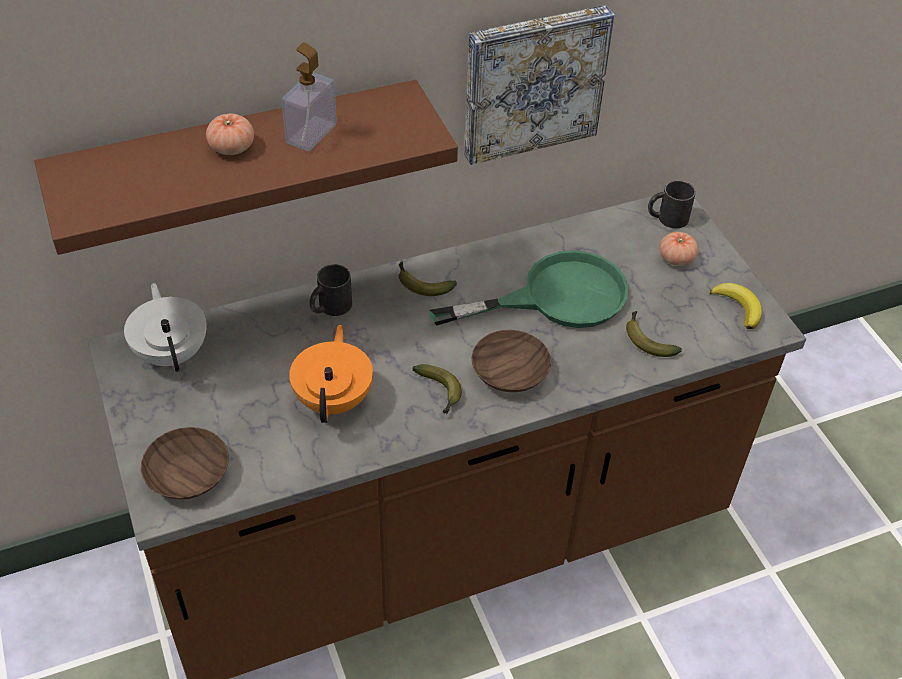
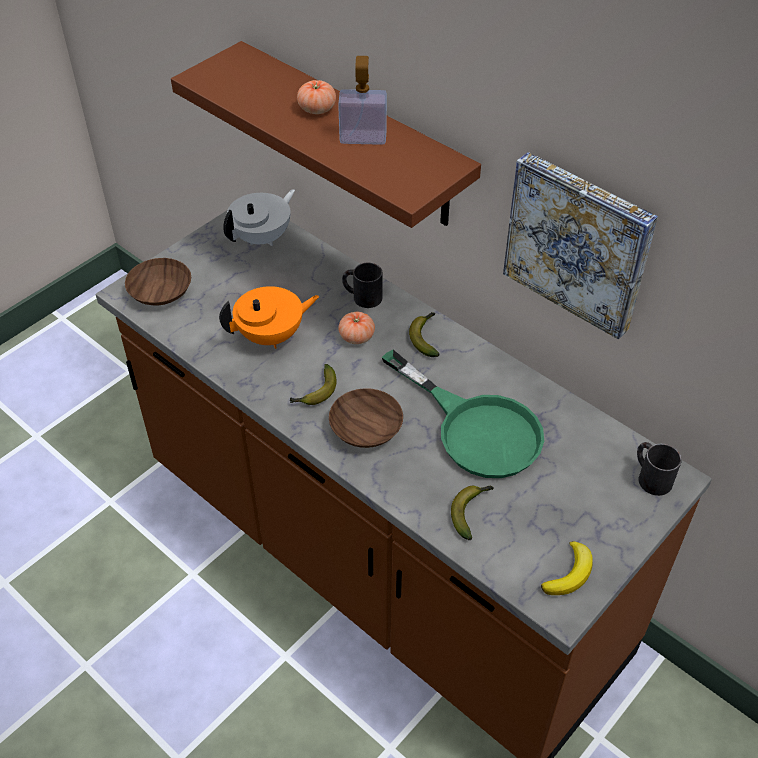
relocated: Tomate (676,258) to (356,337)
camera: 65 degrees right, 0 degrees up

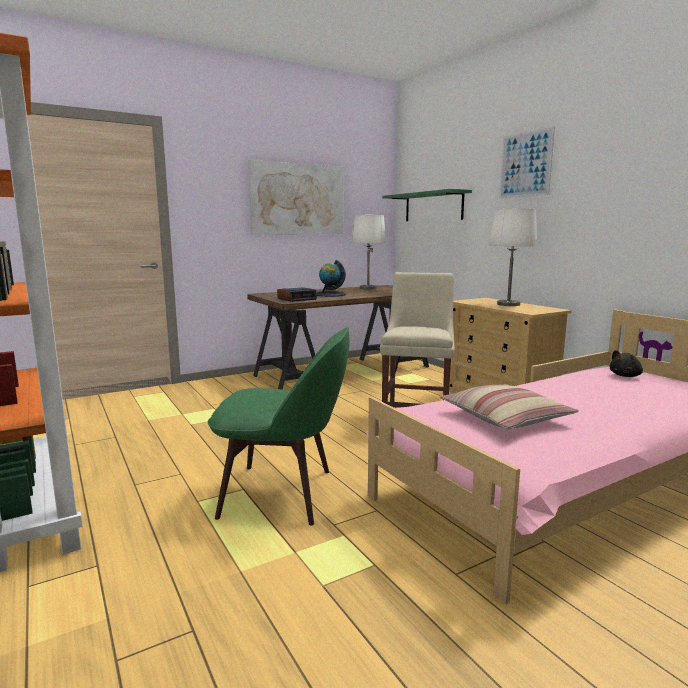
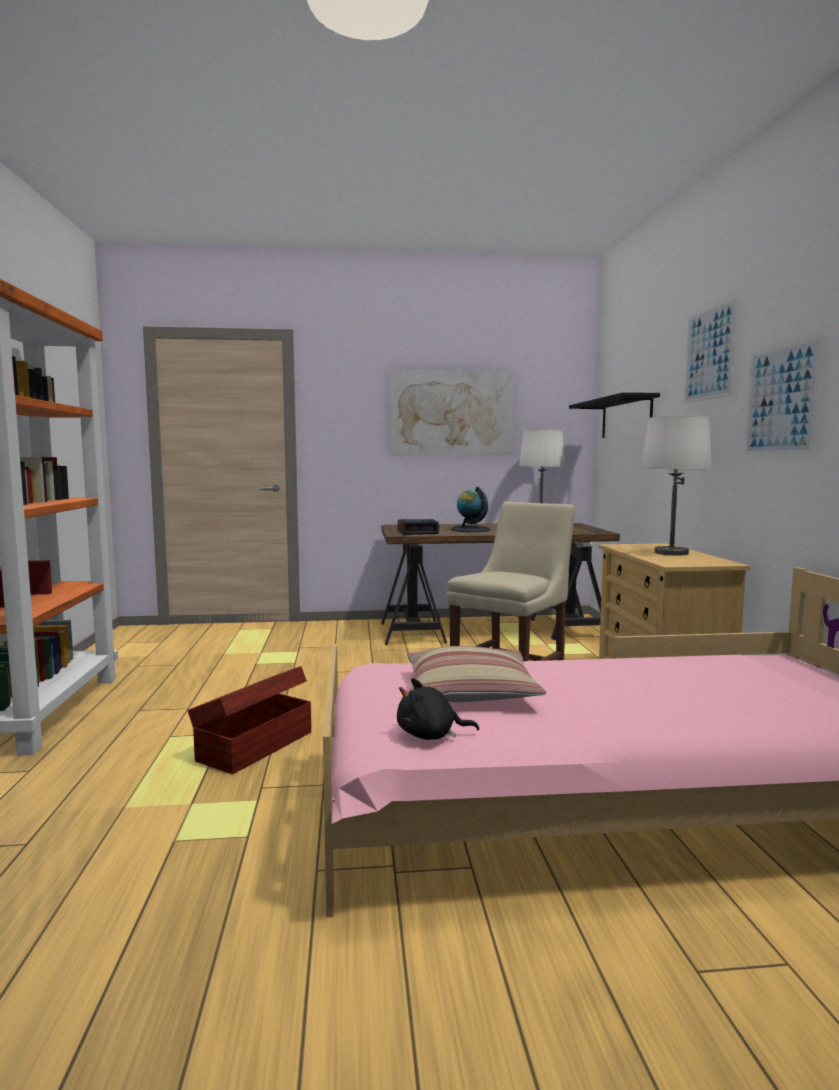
appeared: Bild (780,400)
relocated: Plüschtier [schwarz] (626,376) to (430,735)
exchanged: Stuhl [grün] (283,493) to Aufbewahrungsbox [braun] (253,746)
colour: Wandregal [grün] (433,207) to Wandregal [schwarz] (626,418)
camera: 25 degrees right, 5 degrees down

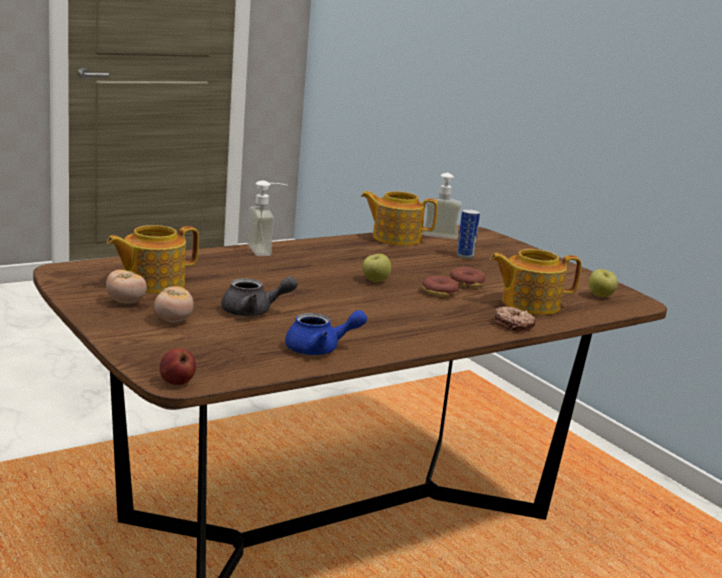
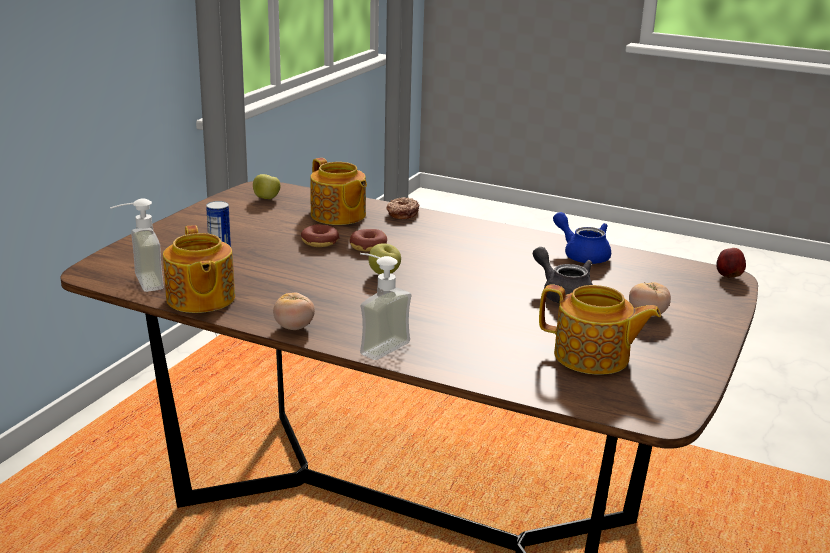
relocated: Tomate (126,302) to (294,327)
camera: 120 degrees left, 5 degrees up

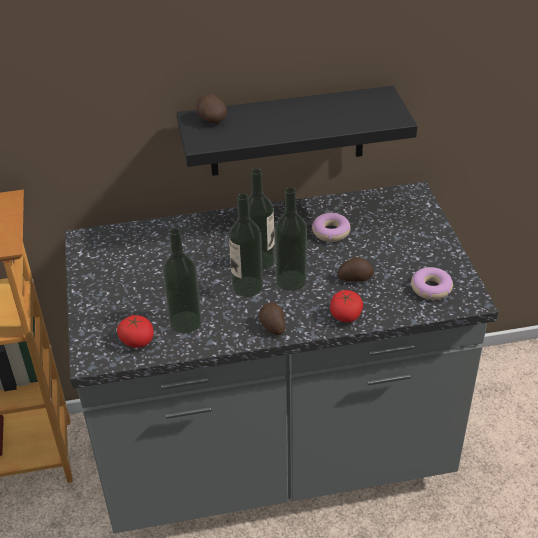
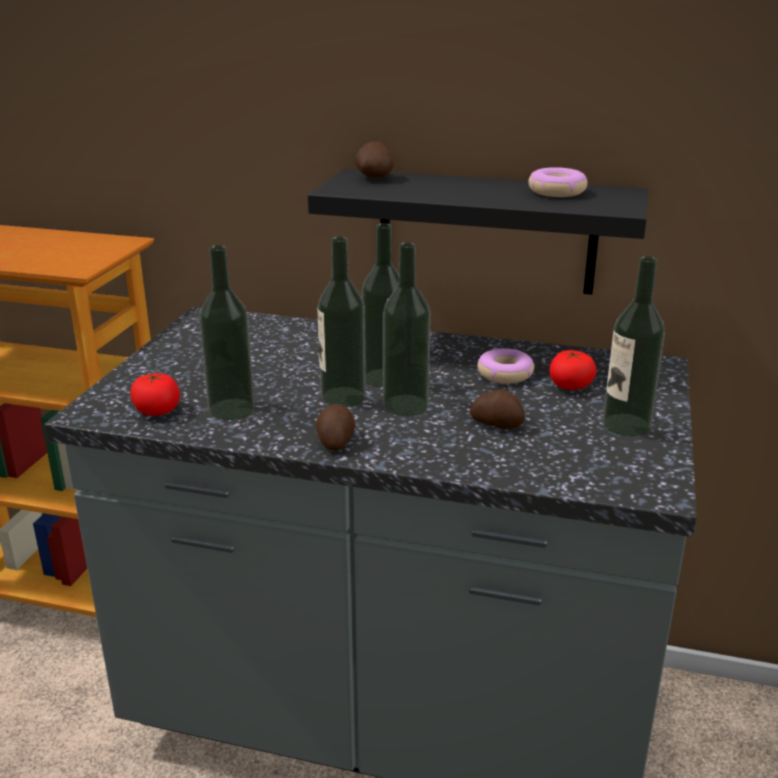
appeared: Flasche (626,425)
relocated: Tomate (345,315) to (570,385); Donut (431,288) to (556,191)
camera: 25 degrees right, 15 degrees down

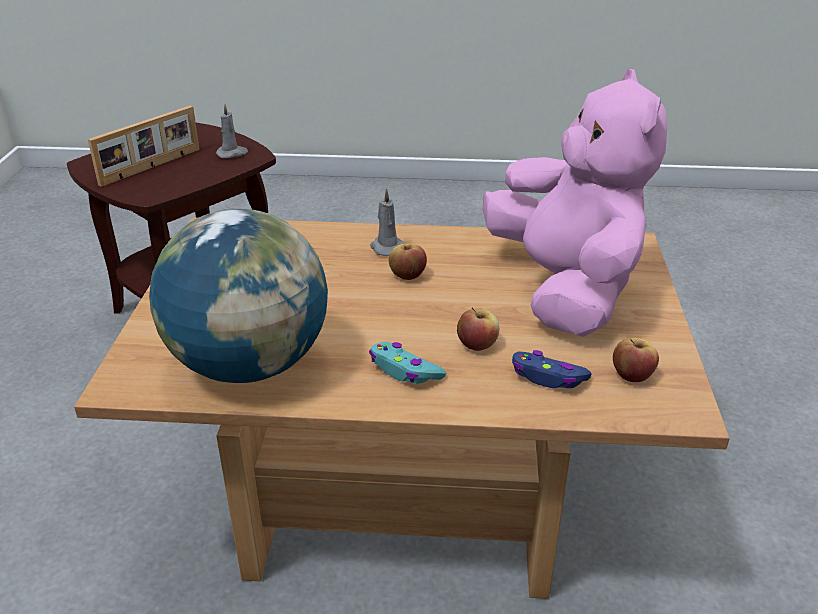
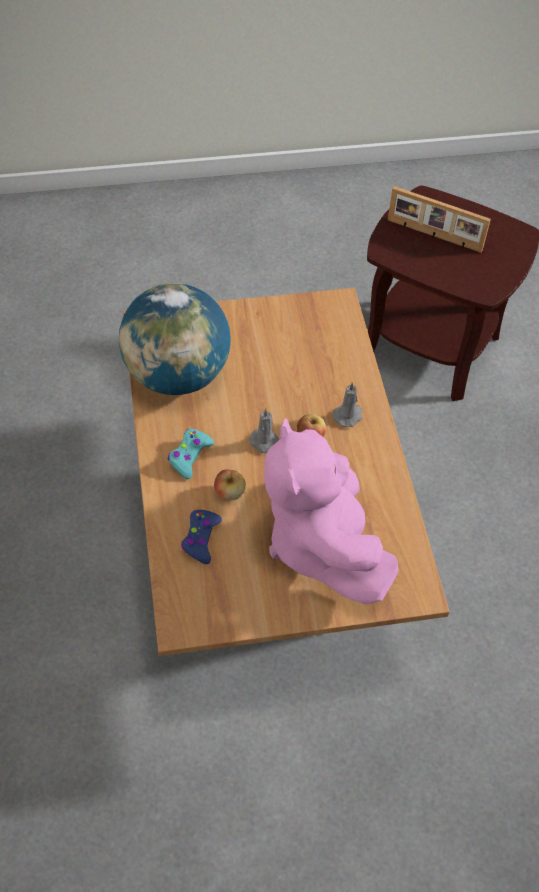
missing: Apfel (631,375)
relocated: Kerze [grau] (232,153) to (265,443)
spun: Plüschtier [rosa] (565,289) = (322,543) 105 degrees clockwise
camera: 75 degrees right, 20 degrees up

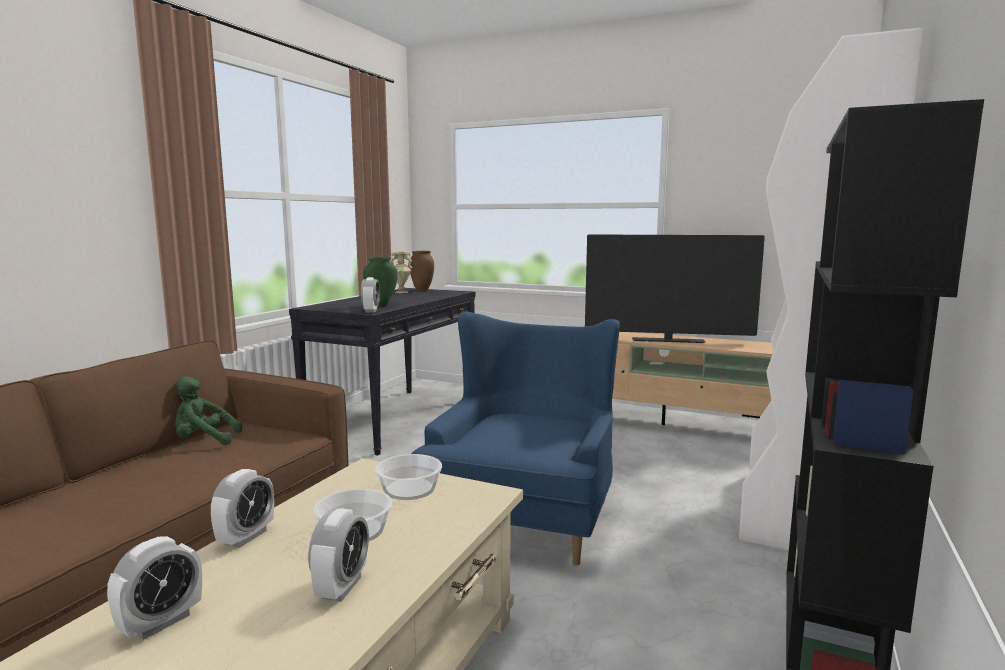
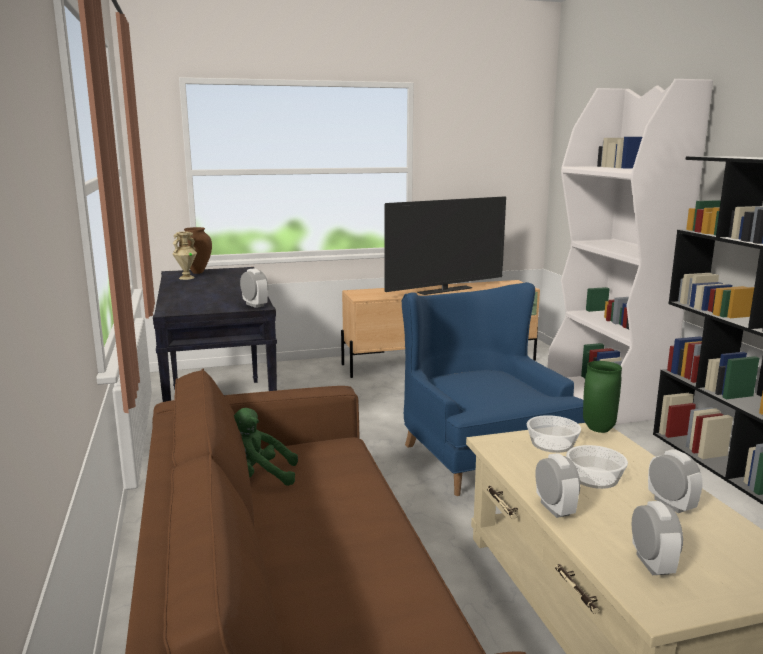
relocated: Vase [grün] (381,305) to (599,429)
spun: Plüschtier [grün] (204,441) = (261,477) 45 degrees clockwise
camera: 40 degrees left, 5 degrees up

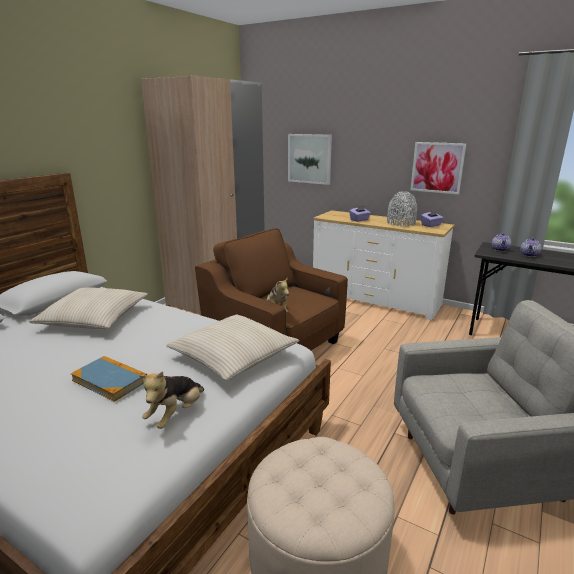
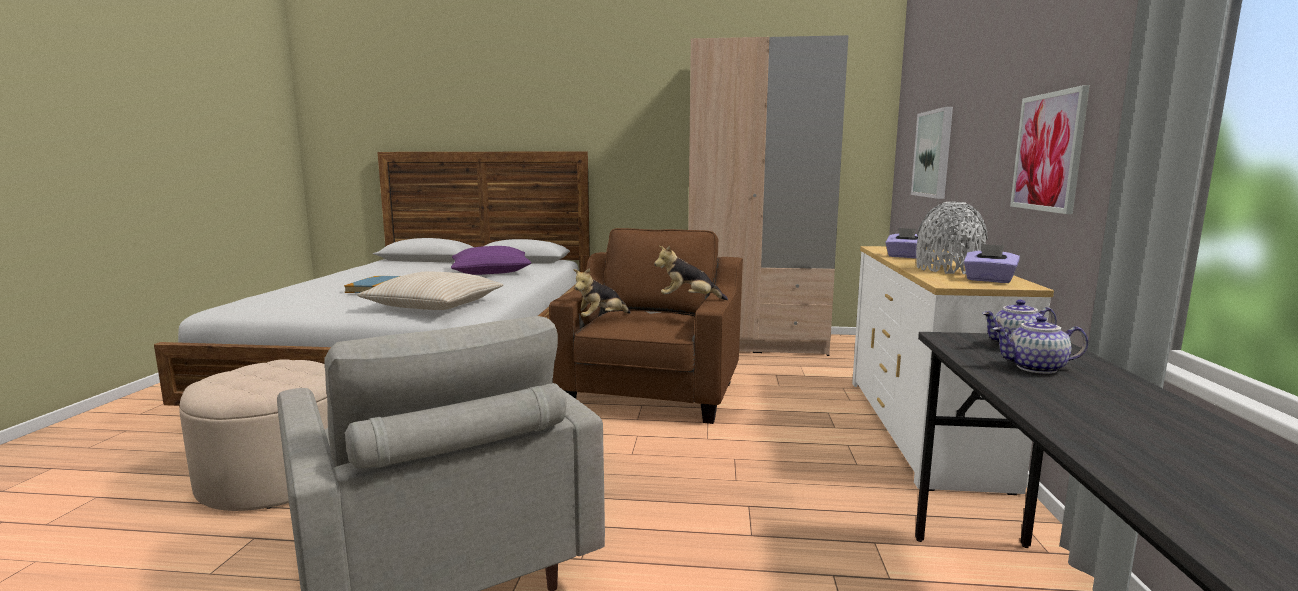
relocated: Plüschtier (176,414) to (688,300)
colour: Kissen [beige] (94,318) to Kissen [lila] (491,271)
camera: 65 degrees right, 10 degrees down

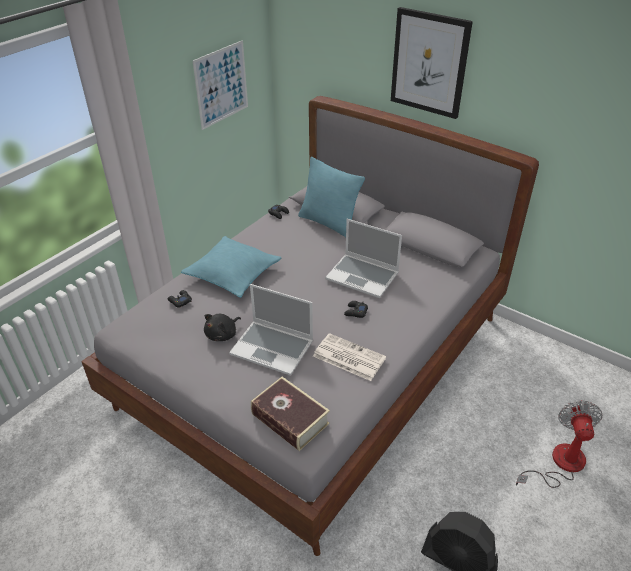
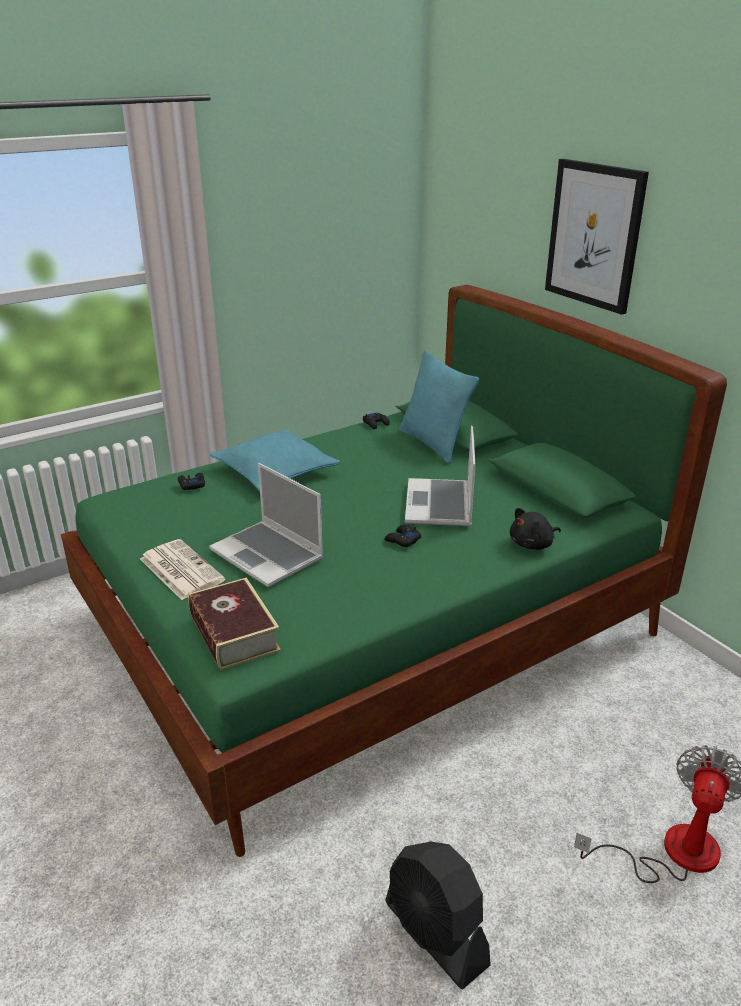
missing: Bild (221,85)
relocated: Plüschtier [schwarz] (223,334) to (533,544); Zeitung (348,357) to (180,569)
colour: Bett [grau] (317,364) to Bett [grün] (371,629)
spun: Laptop (363,276) = (440,505) 45 degrees clockwise
camera: 20 degrees right, 10 degrees down

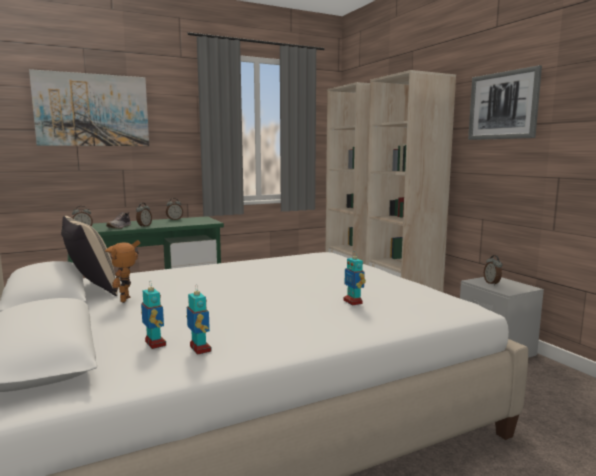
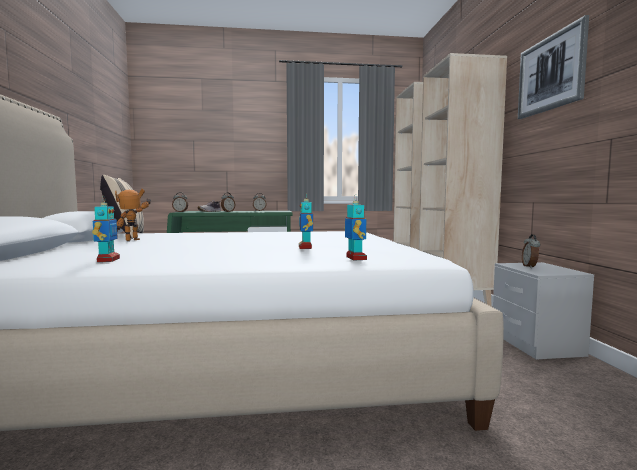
missing: Bild (92,110)
relocated: Spielzeugroboter (154,344) to (355,258)
camera: 20 degrees right, 5 degrees down

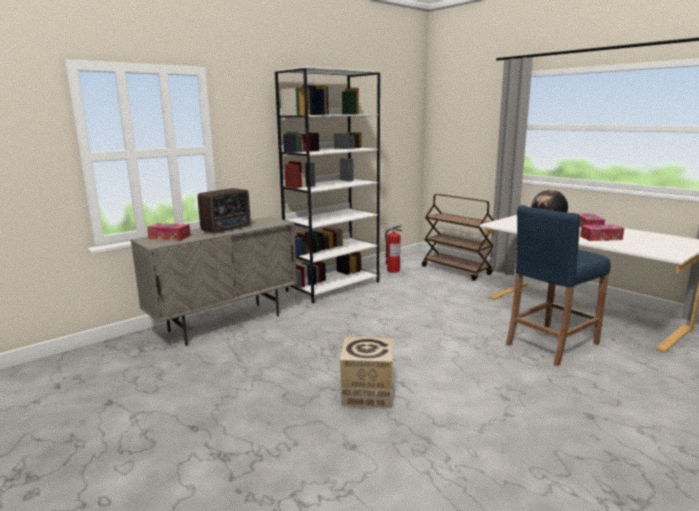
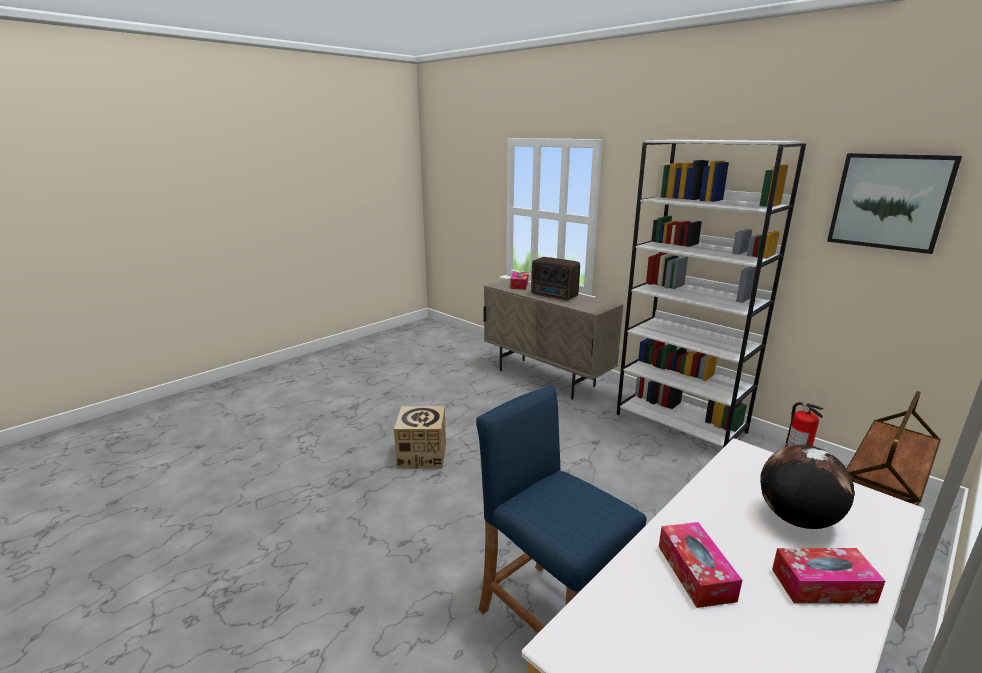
appeared: Bild (889,201)
camera: 85 degrees right, 5 degrees up

